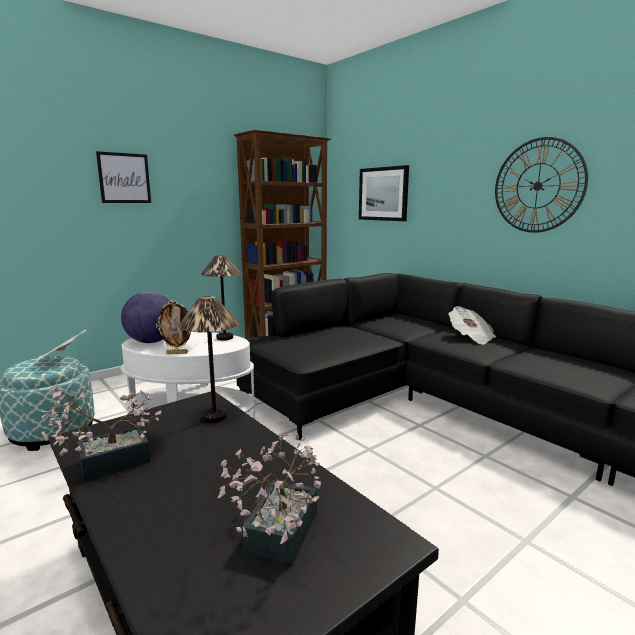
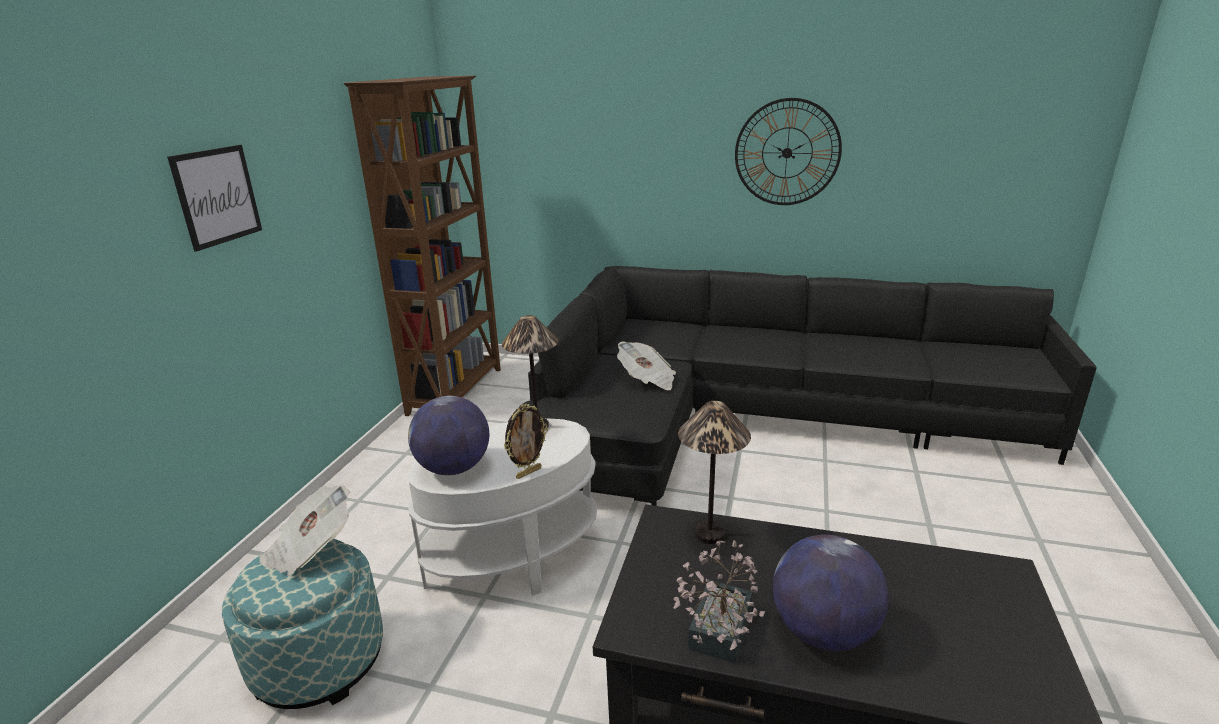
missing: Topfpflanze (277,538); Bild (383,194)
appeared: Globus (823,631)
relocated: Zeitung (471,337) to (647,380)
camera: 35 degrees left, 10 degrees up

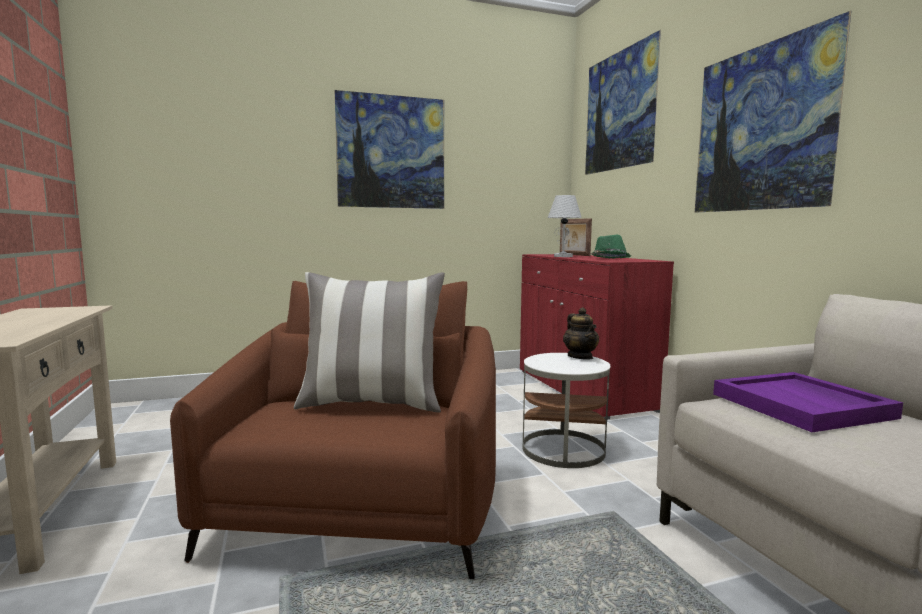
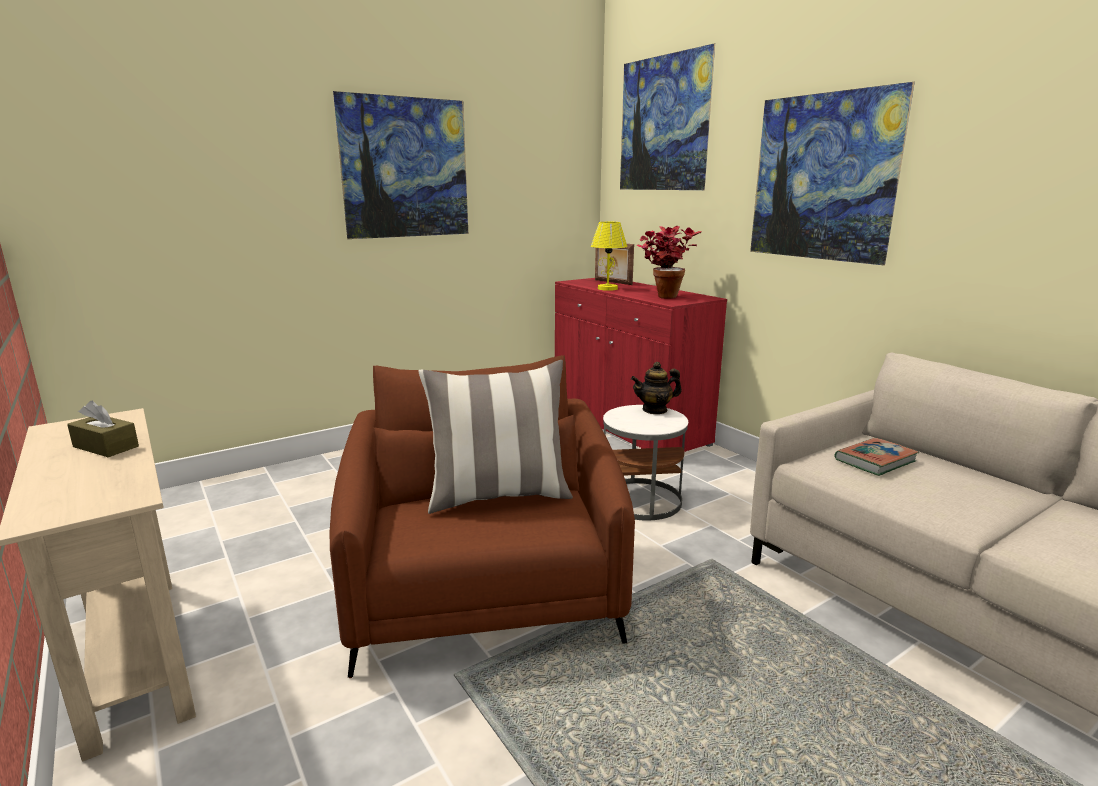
appeared: Taschentuchbox [braun] (106,447)
exchanged: Hut [grün] (610,259) to Topfpflanze (663,296); Tablett [lila] (802,406) to Buch (875,461)
colour: Tischlampe [weiß] (563,256) to Tischlampe [gelb] (607,289)
spun: Teekanne (580,357) = (655,410) 105 degrees clockwise
camera: 15 degrees left, 10 degrees up

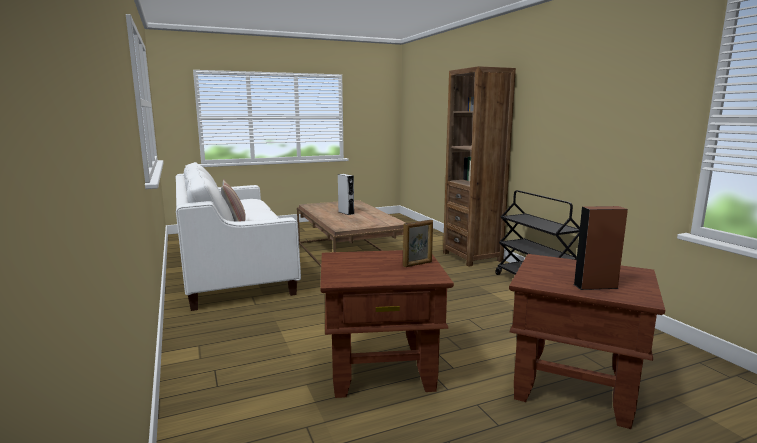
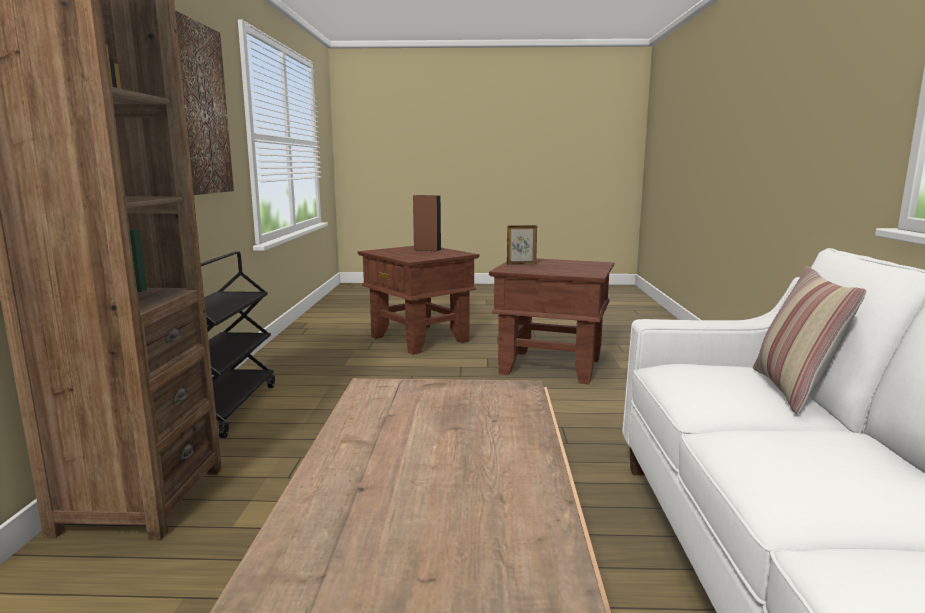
missing: Lautsprecher [grau] (346,213)
appeared: Bild (199,109)
camera: 155 degrees left, 0 degrees up

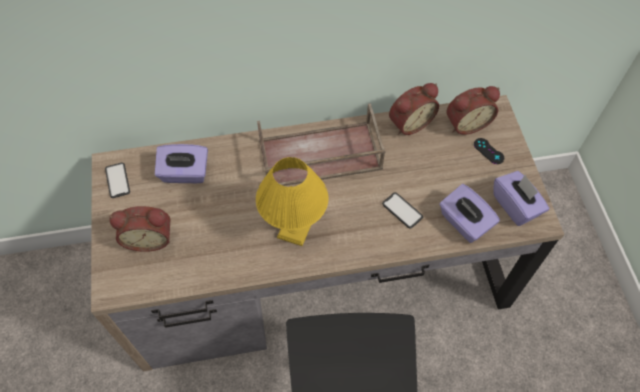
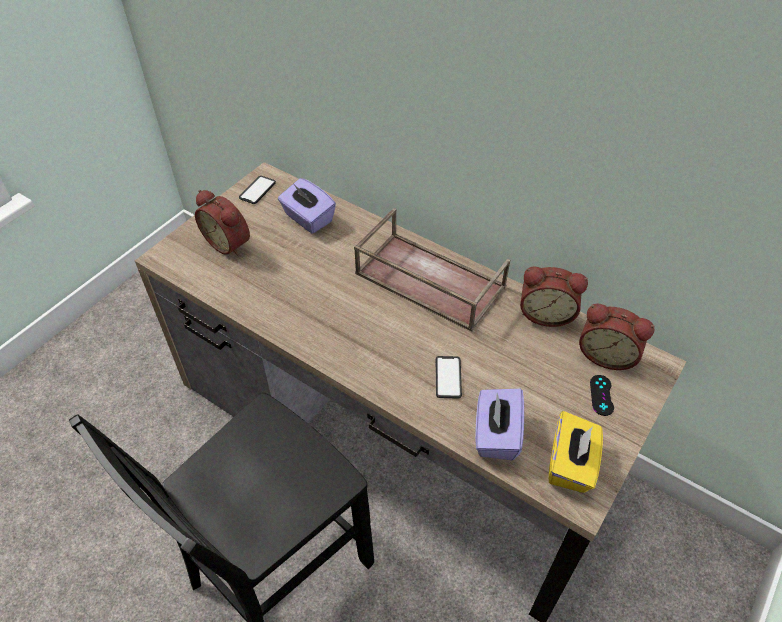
missing: Tischlampe [gelb] (294,230)
colour: Taschentuchbox [lila] (515,206) to Taschentuchbox [gelb] (571,464)
camera: 45 degrees right, 10 degrees down

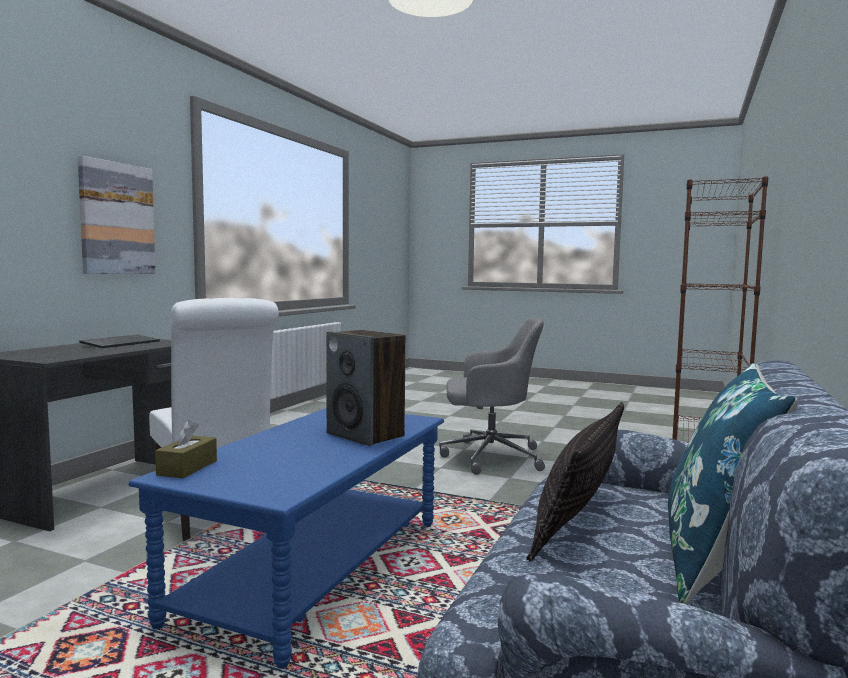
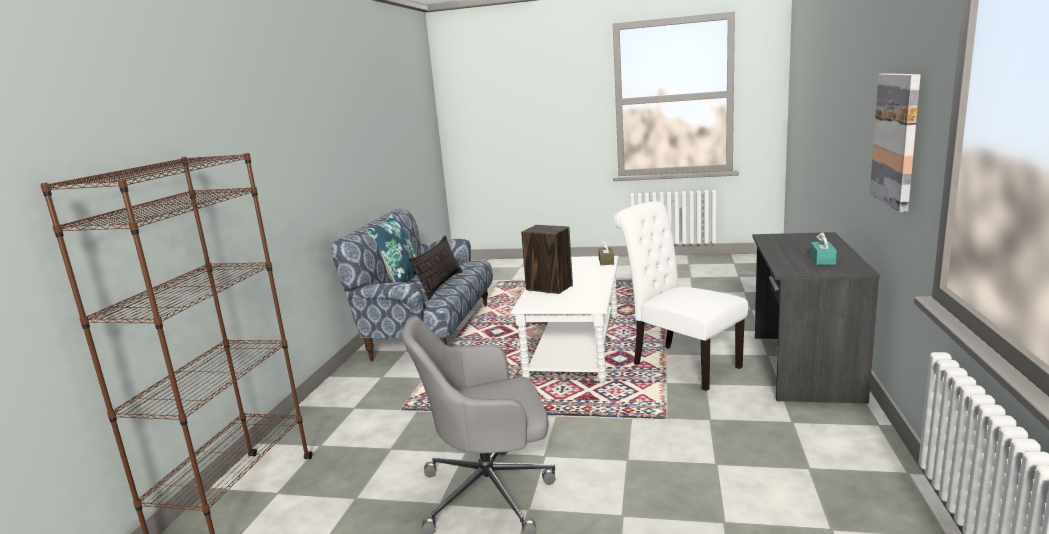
exchanged: Tastatur (121,343) to Taschentuchbox [türkis] (822,260)
colour: Couchtisch [blau] (315,569) to Couchtisch [weiß] (575,346)
camera: 170 degrees right, 10 degrees up

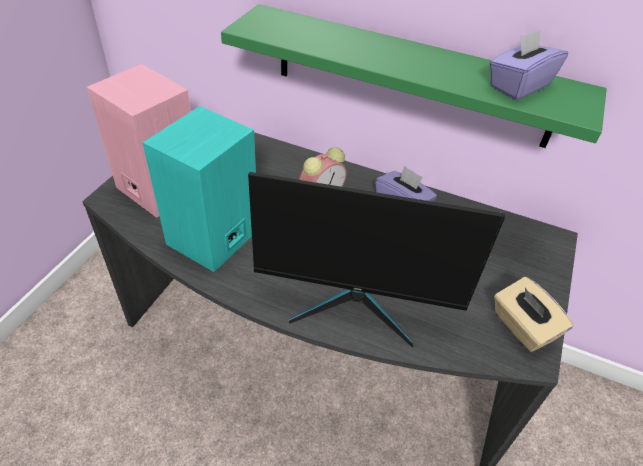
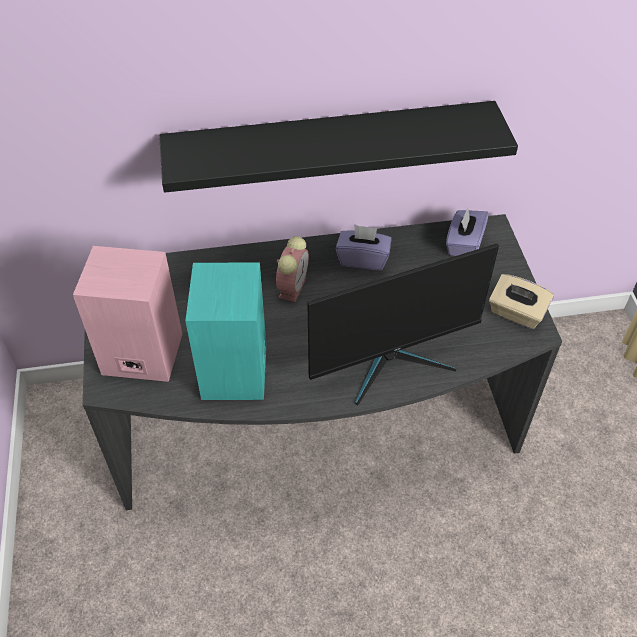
relocated: Taschentuchbox [lila] (518,86) to (464,244)
colour: Wandregal [grün] (411,76) to Wandregal [schwarz] (330,145)
camera: 30 degrees left, 5 degrees up

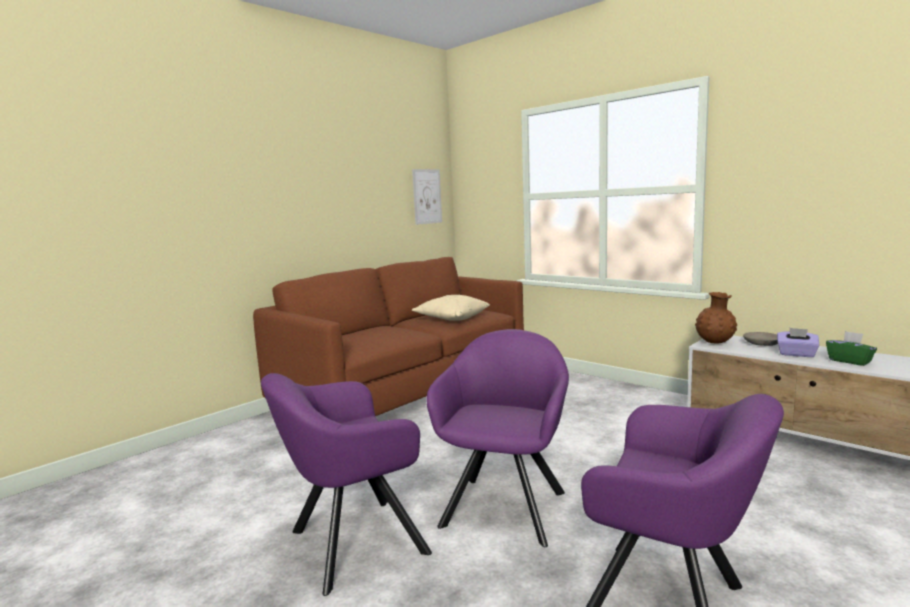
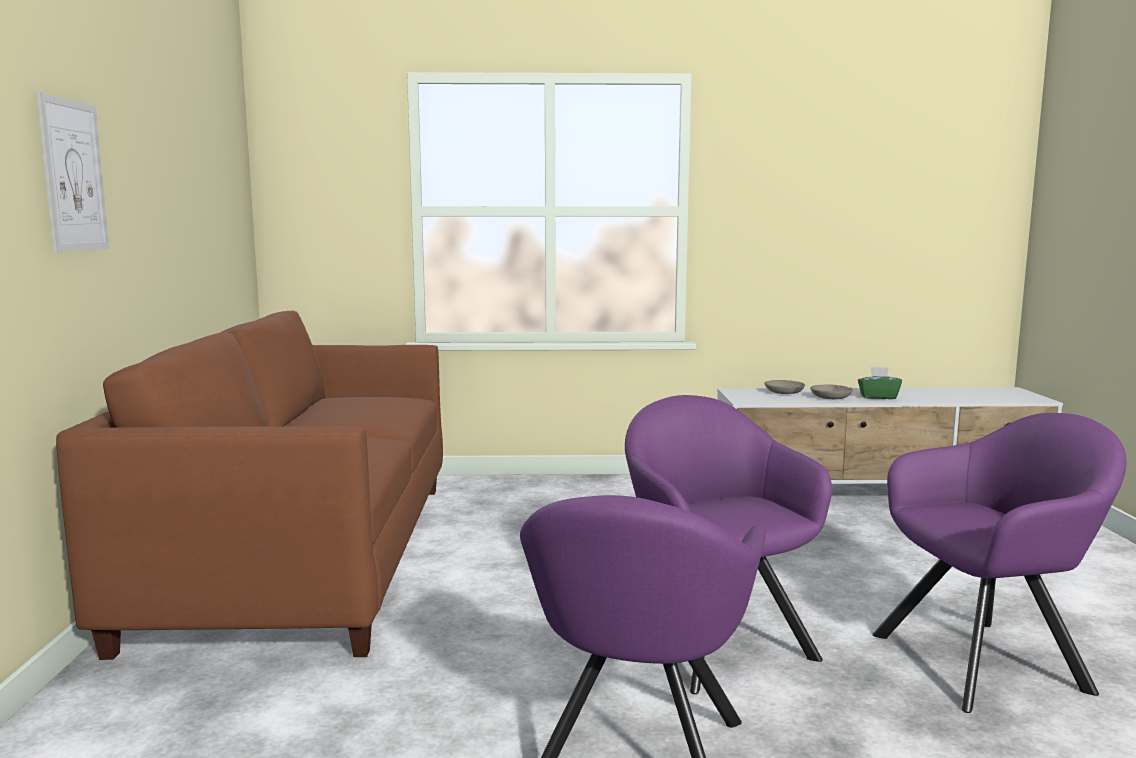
missing: Kissen [beige] (451,318); Vase [braun] (715,342)
relocated: Bild (427,196) to (73,176)
exchanged: Taschentuchbox [lila] (796,354) to Schüssel [grau] (831,397)
camera: 45 degrees left, 0 degrees up

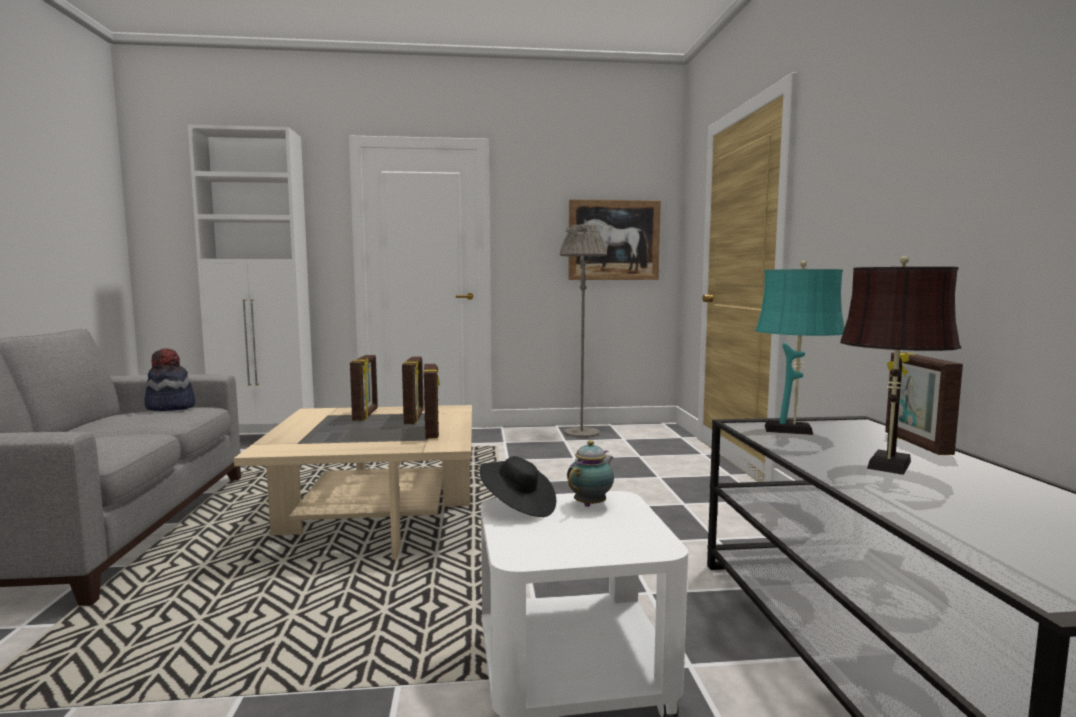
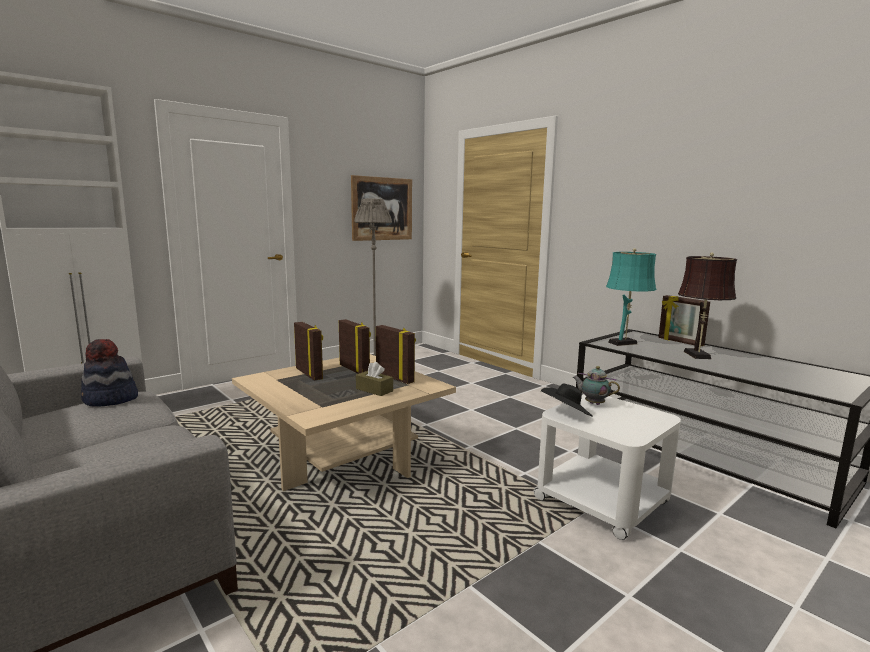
appeared: Taschentuchbox [braun] (374,390)
spun: Teekanne (591,504) = (593,403) 60 degrees counterclockwise
camera: 35 degrees left, 5 degrees up

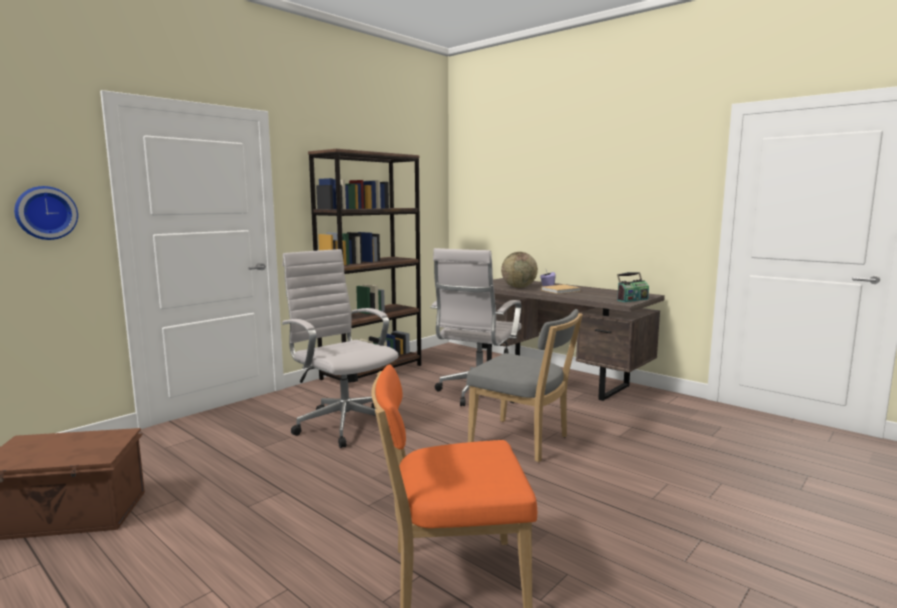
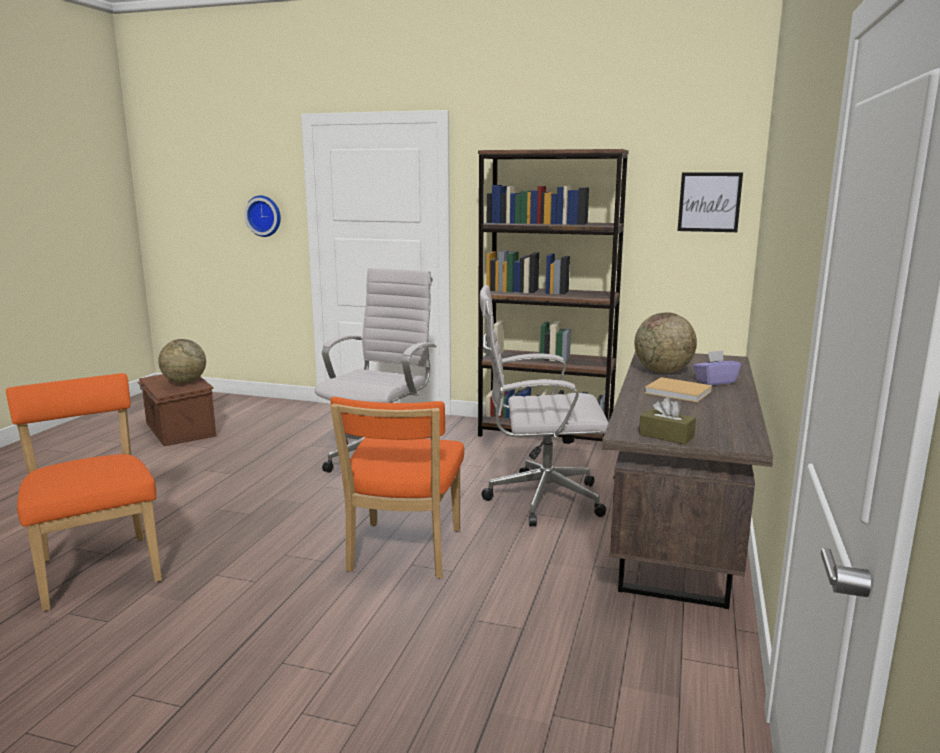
appeared: Globus (184,382); Bild (709,202)
exchanged: Radio (632,299) to Taschentuchbox [braun] (666,436)
colour: Stuhl [grau] (523,442) to Stuhl [orange] (403,553)
camera: 65 degrees right, 5 degrees up

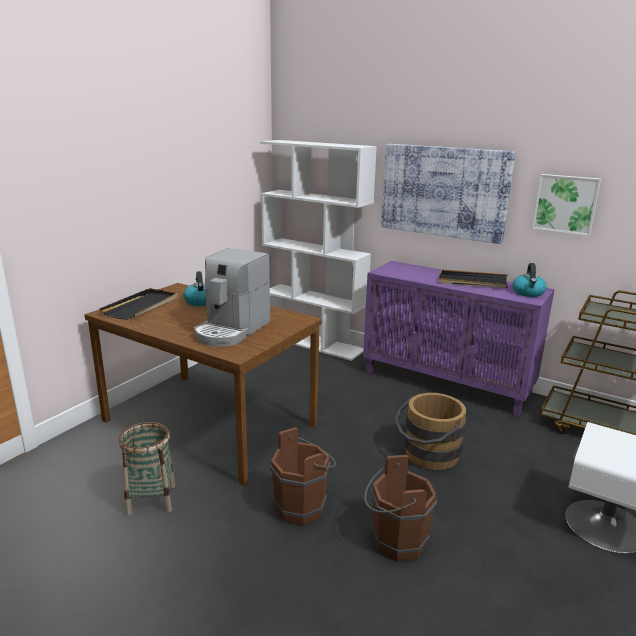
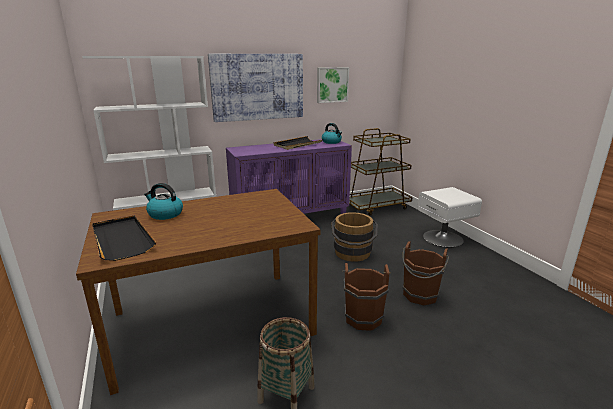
missing: Kaffeemaschine (232,330)
camera: 55 degrees left, 0 degrees up

